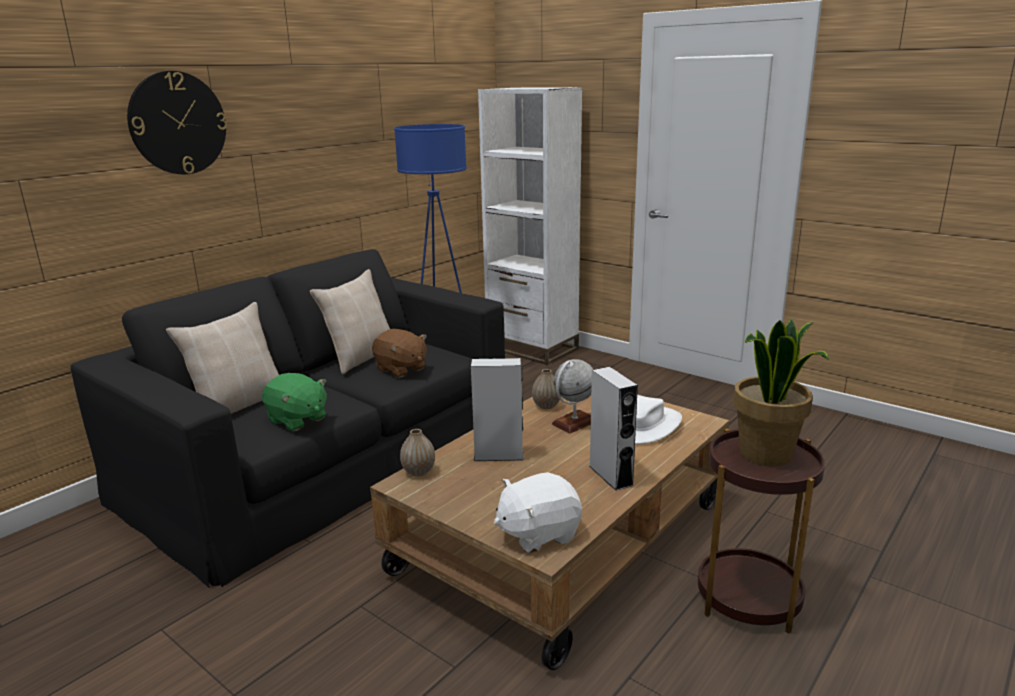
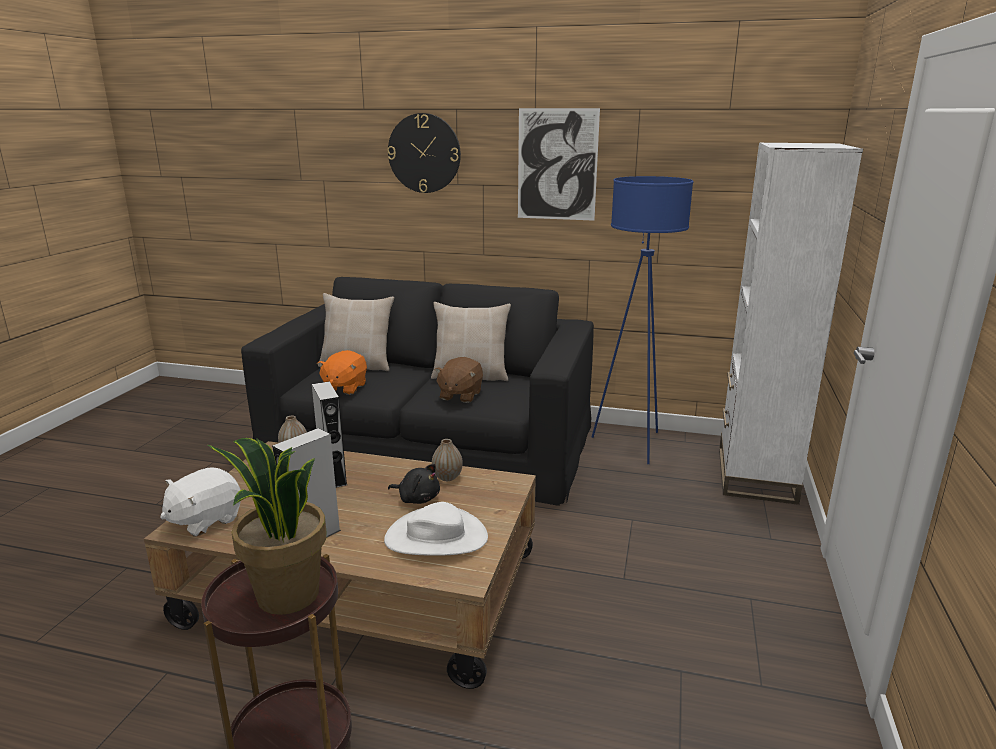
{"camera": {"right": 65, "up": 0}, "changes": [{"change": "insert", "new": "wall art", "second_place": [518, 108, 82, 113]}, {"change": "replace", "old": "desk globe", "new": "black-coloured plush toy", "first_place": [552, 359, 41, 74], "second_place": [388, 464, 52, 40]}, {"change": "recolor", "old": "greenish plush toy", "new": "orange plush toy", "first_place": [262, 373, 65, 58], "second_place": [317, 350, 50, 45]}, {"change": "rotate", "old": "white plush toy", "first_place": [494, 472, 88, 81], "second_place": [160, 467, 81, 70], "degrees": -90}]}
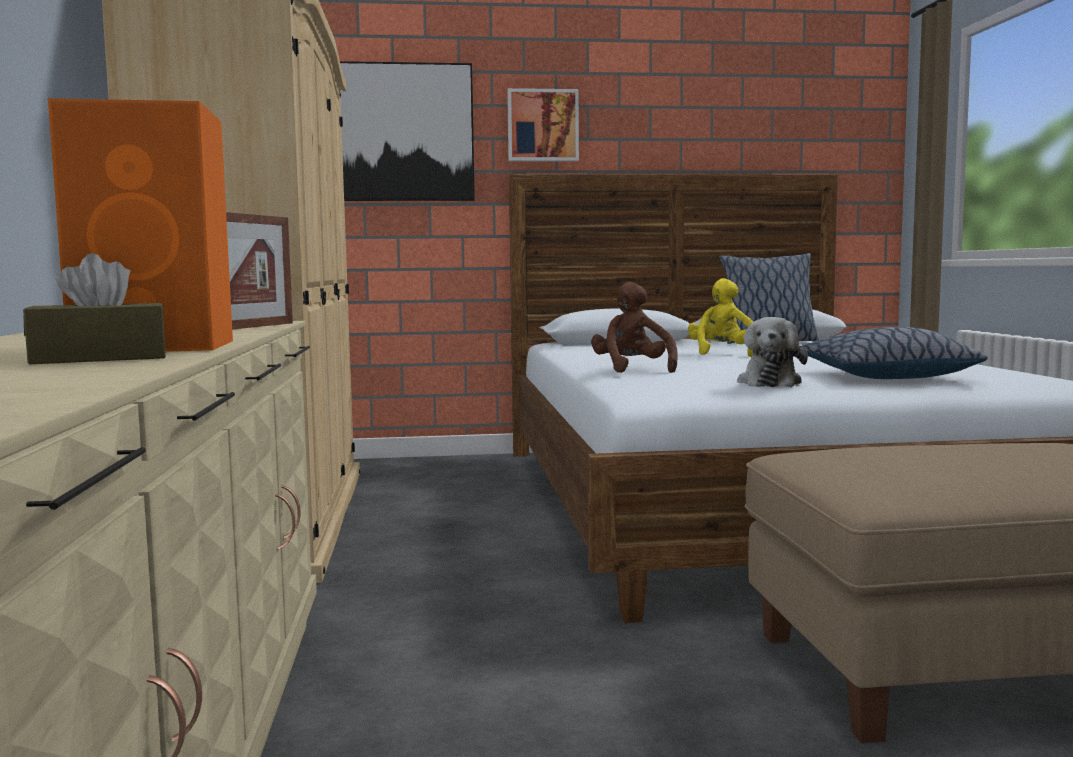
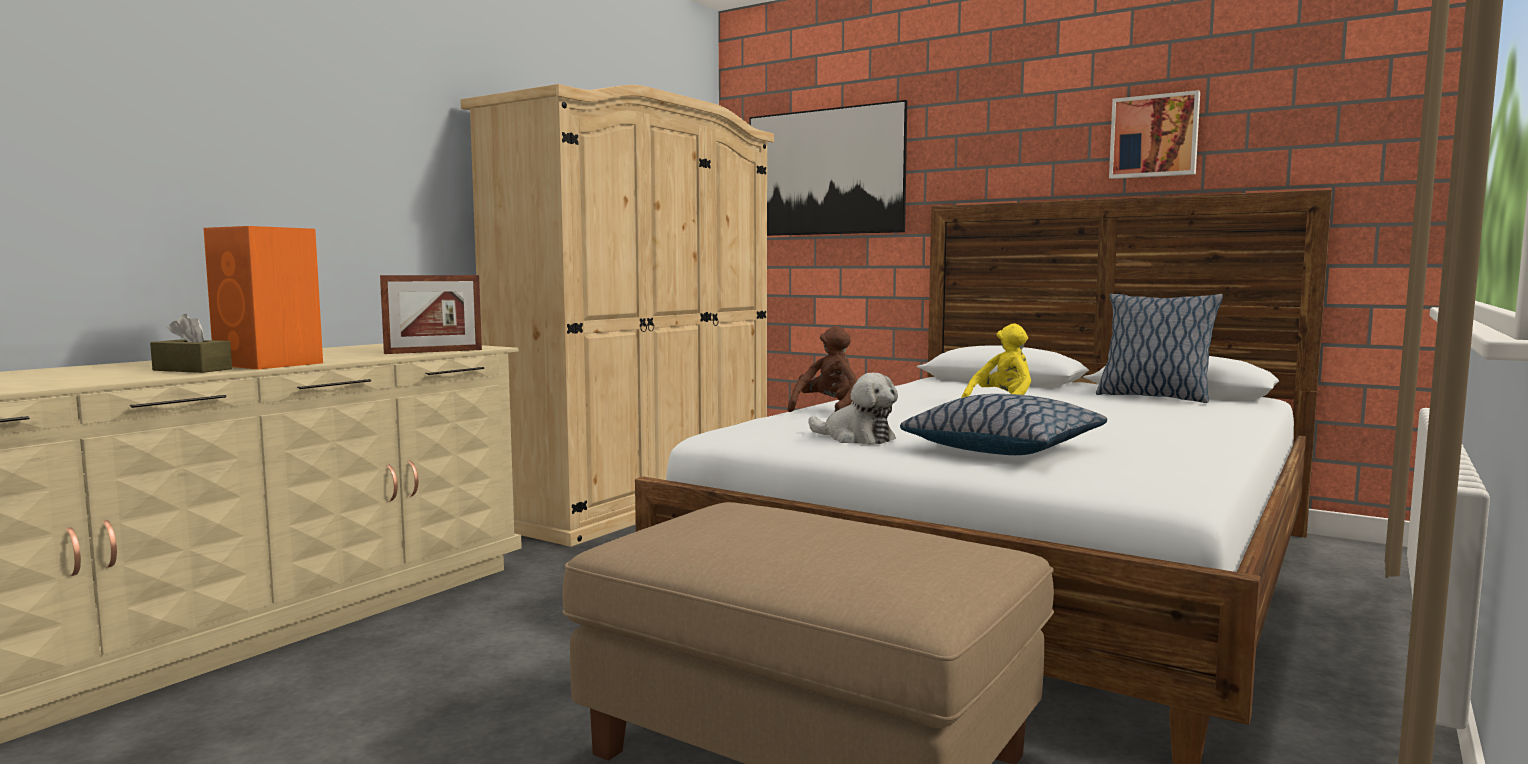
{"camera": {"right": 40, "up": 0}, "changes": [{"change": "move", "old": "wall art", "first_place": [507, 88, 72, 74], "second_place": [1109, 90, 91, 89]}, {"change": "rotate", "old": "plush toy", "first_place": [737, 317, 71, 70], "second_place": [808, 373, 90, 72], "degrees": -105}]}
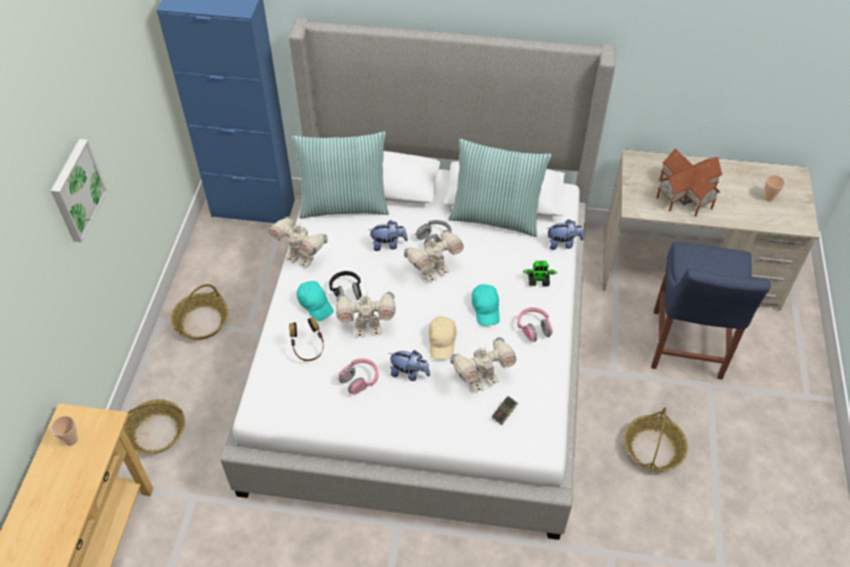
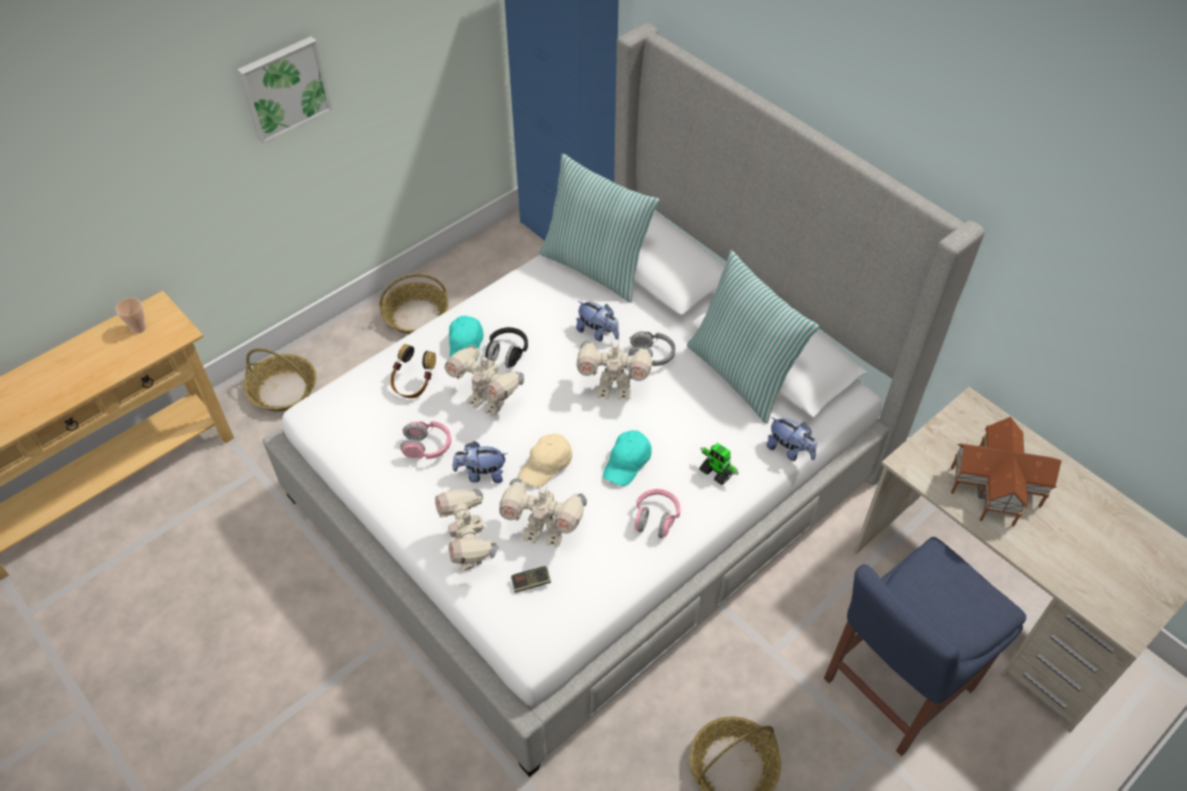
{"camera": {"right": 40, "up": 0}, "changes": [{"change": "delete", "old": "drinking cup", "first_place": [764, 175, 21, 27]}, {"change": "move", "old": "model robot", "first_place": [269, 216, 59, 52], "second_place": [435, 489, 64, 82]}, {"change": "rotate", "old": "plush toy", "first_place": [389, 350, 41, 31], "second_place": [453, 441, 54, 42], "degrees": 120}]}
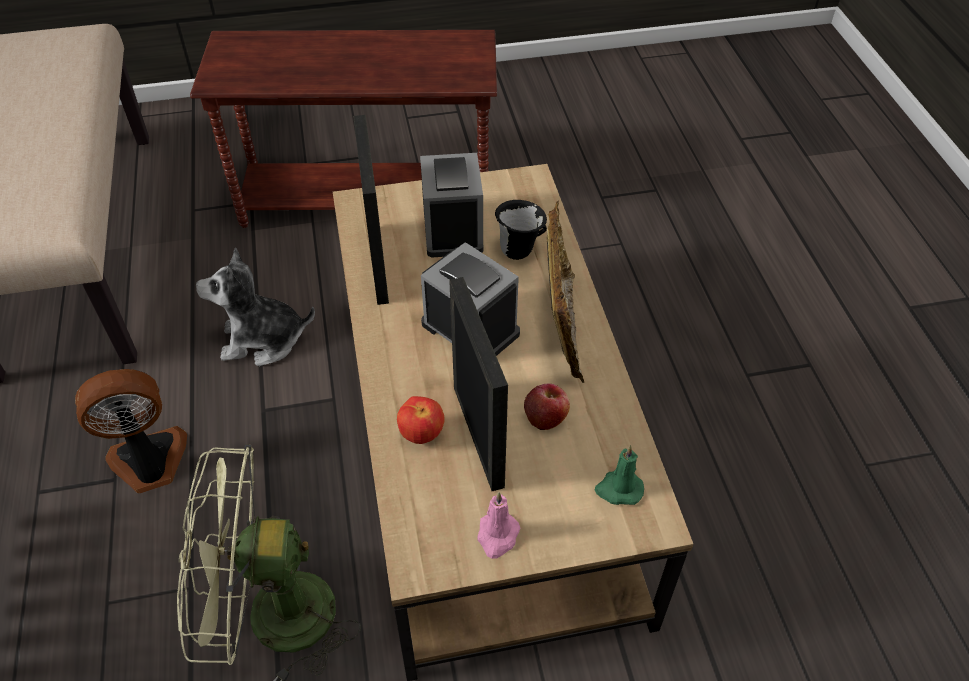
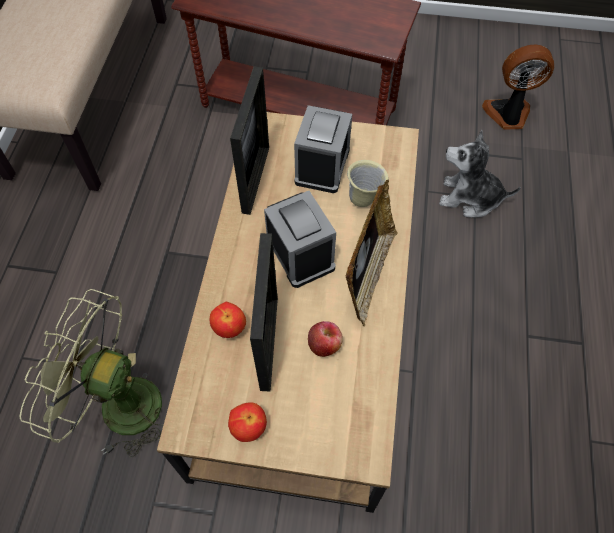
{"camera": {"right": 20, "up": 10}, "changes": [{"change": "delete", "old": "greenish wax light", "first_place": [595, 445, 49, 60]}, {"change": "move", "old": "cooling fan", "first_place": [75, 369, 112, 124], "second_place": [482, 44, 72, 86]}, {"change": "move", "old": "plush toy", "first_place": [196, 248, 119, 118], "second_place": [439, 130, 82, 87]}, {"change": "replace", "old": "pinkish wax light", "new": "apple fruit", "first_place": [478, 492, 43, 67], "second_place": [228, 402, 39, 40]}, {"change": "recolor", "old": "black-coloured tea mug", "new": "sand-coloured tea mug", "first_place": [495, 200, 52, 60], "second_place": [347, 160, 42, 47]}]}
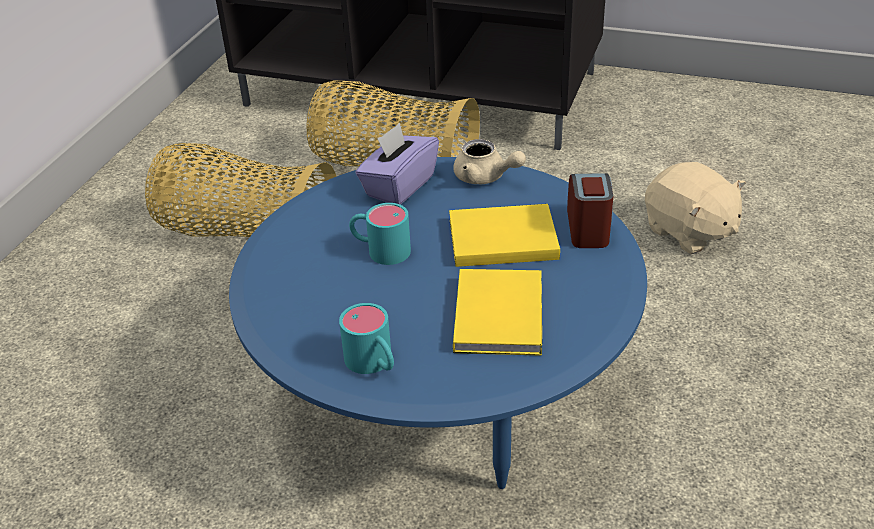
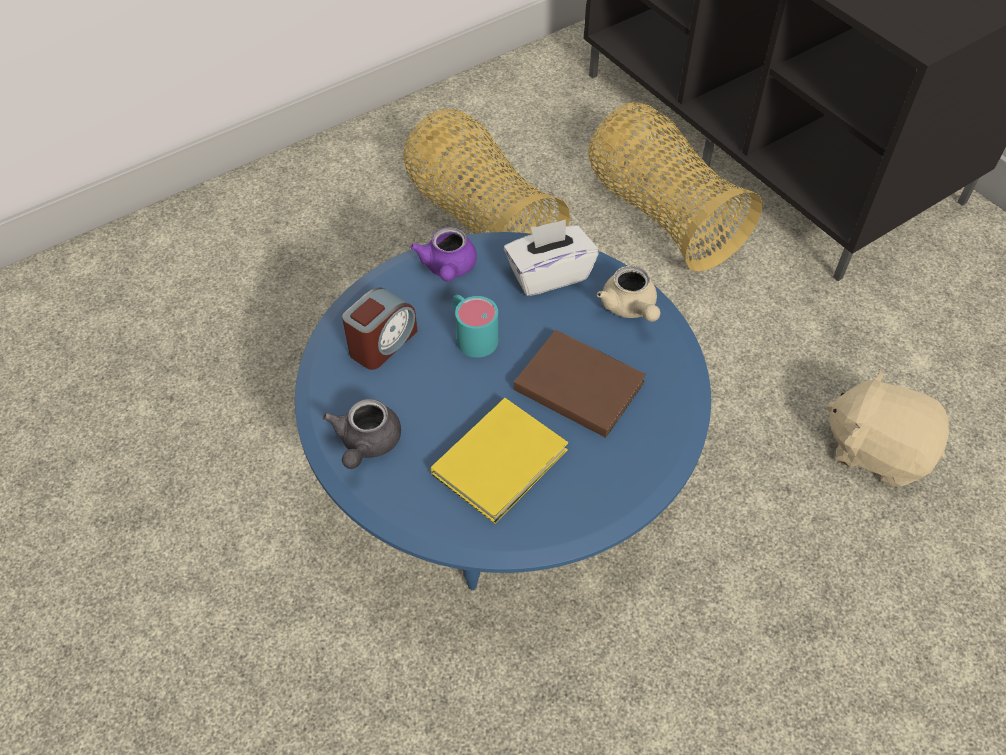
{"camera": {"right": 35, "up": 15}, "changes": [{"change": "insert", "new": "purplish teapot", "second_place": [410, 227, 67, 55]}, {"change": "move", "old": "alarm clock", "first_place": [567, 173, 46, 75], "second_place": [342, 287, 76, 83]}, {"change": "replace", "old": "turquoise tea mug", "new": "grey teapot", "first_place": [339, 303, 55, 71], "second_place": [323, 399, 78, 70]}, {"change": "recolor", "old": "purplish tissue box", "new": "white tissue box", "first_place": [356, 123, 83, 81], "second_place": [504, 219, 95, 77]}, {"change": "recolor", "old": "yellow book", "new": "brown-coloured book", "first_place": [449, 204, 111, 63], "second_place": [514, 330, 132, 108]}, {"change": "rotate", "old": "sand-coloured plush toy", "first_place": [645, 162, 101, 92], "second_place": [826, 369, 123, 118], "degrees": 120}]}
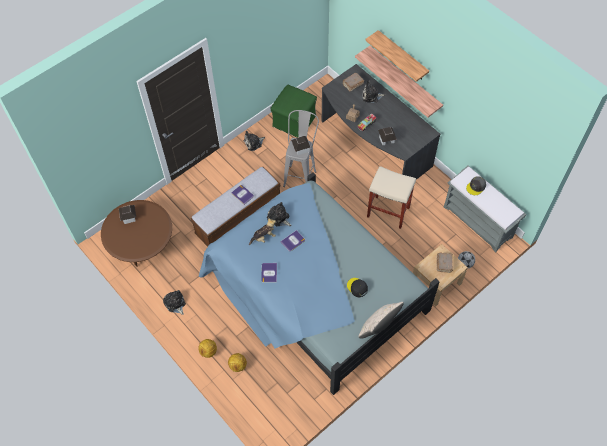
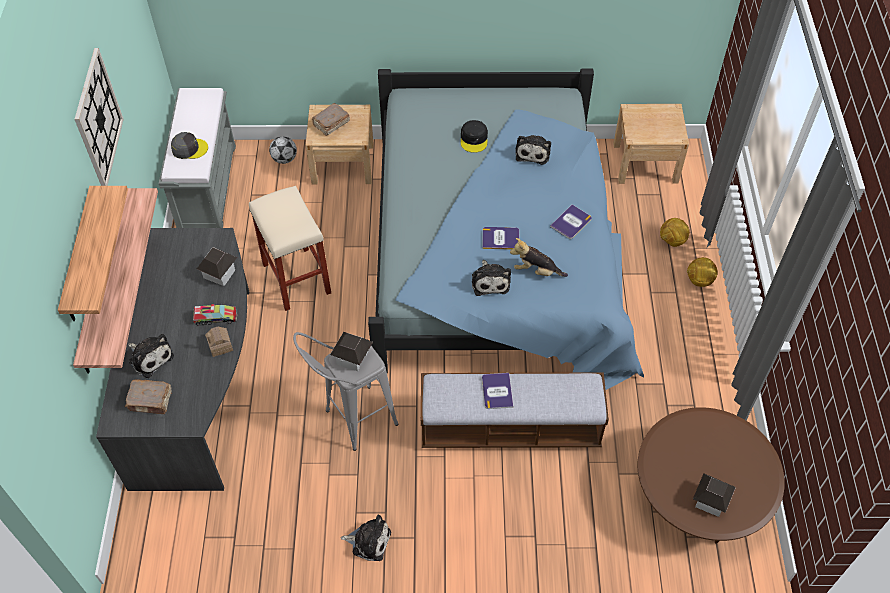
{"camera": {"right": -140, "up": -5}, "changes": [{"change": "delete", "old": "greenish pouffe", "first_place": [270, 85, 47, 53]}, {"change": "delete", "old": "sand-coloured pillow", "first_place": [358, 302, 46, 36]}, {"change": "insert", "new": "clock on the wall", "second_place": [74, 48, 50, 138]}, {"change": "insert", "new": "sand-coloured nightstand", "second_place": [613, 104, 76, 80]}, {"change": "move", "old": "plush toy", "first_place": [163, 290, 23, 25], "second_place": [515, 135, 36, 30]}]}
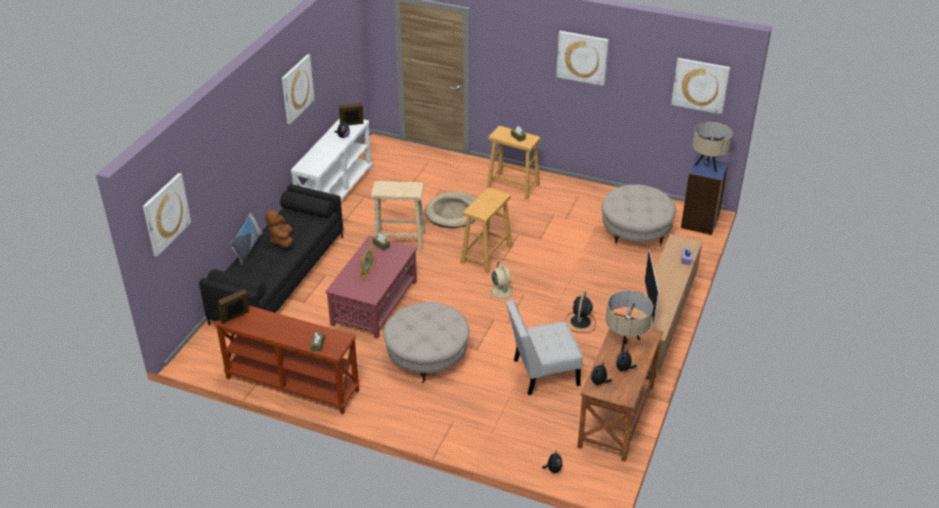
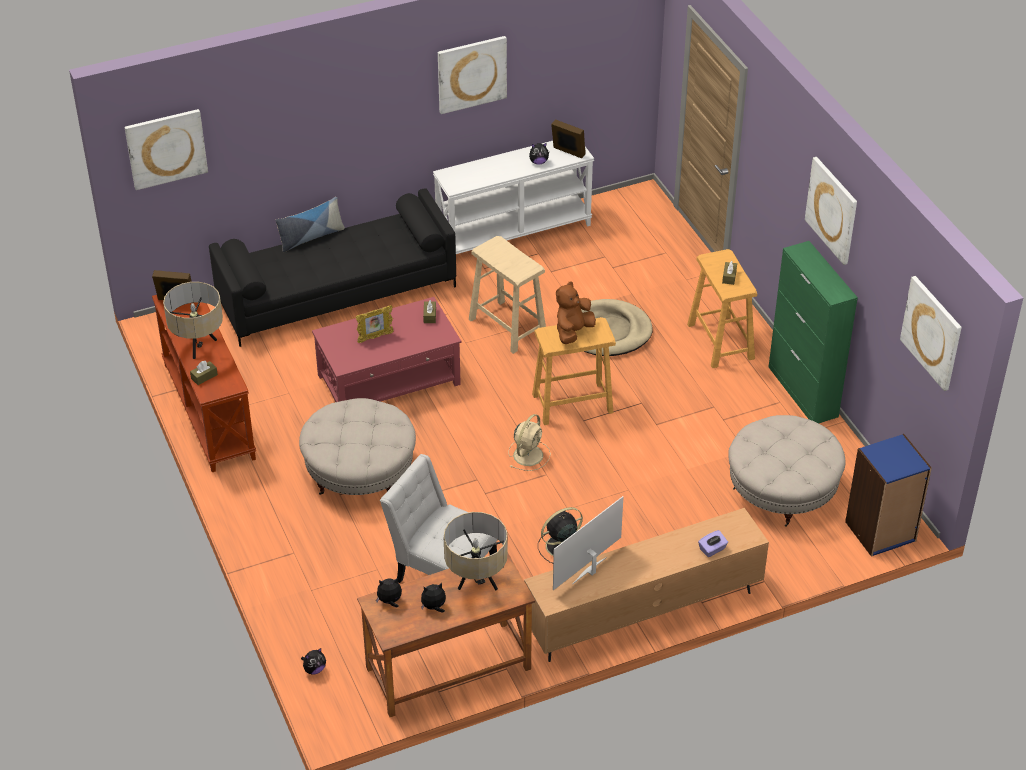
{"camera": {"right": 45, "up": 5}, "changes": [{"change": "insert", "new": "greenish storage cabinet", "second_place": [769, 241, 89, 182]}, {"change": "move", "old": "brown-coloured plush toy", "first_place": [265, 208, 28, 40], "second_place": [556, 281, 40, 63]}, {"change": "move", "old": "sand-coloured table lamp", "first_place": [693, 122, 39, 50], "second_place": [163, 282, 60, 77]}]}
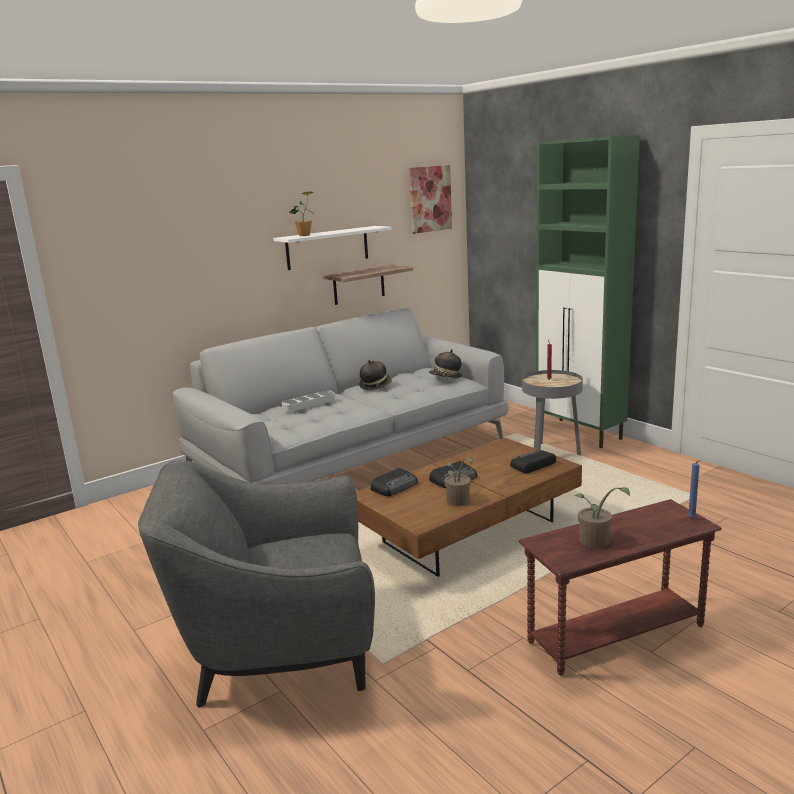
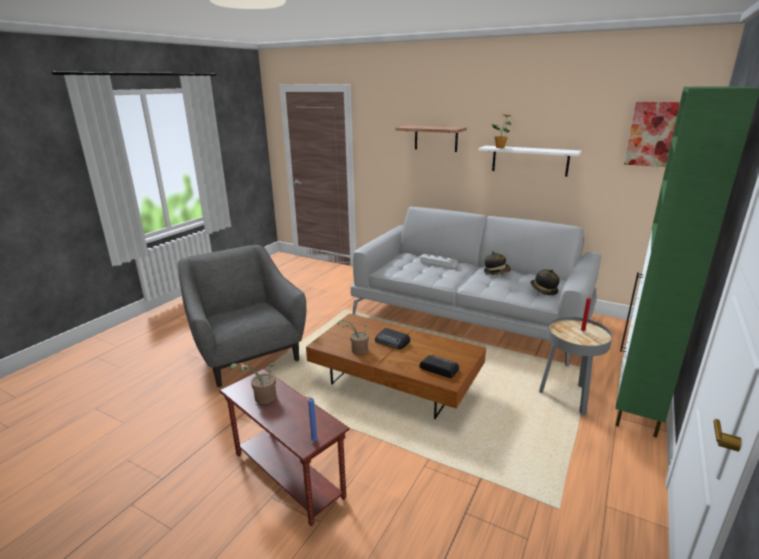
{"camera": {"right": 65, "up": 5}, "changes": [{"change": "delete", "old": "radio", "first_place": [370, 468, 48, 28]}, {"change": "move", "old": "bracket shelf", "first_place": [322, 264, 91, 41], "second_place": [396, 125, 71, 27]}]}
